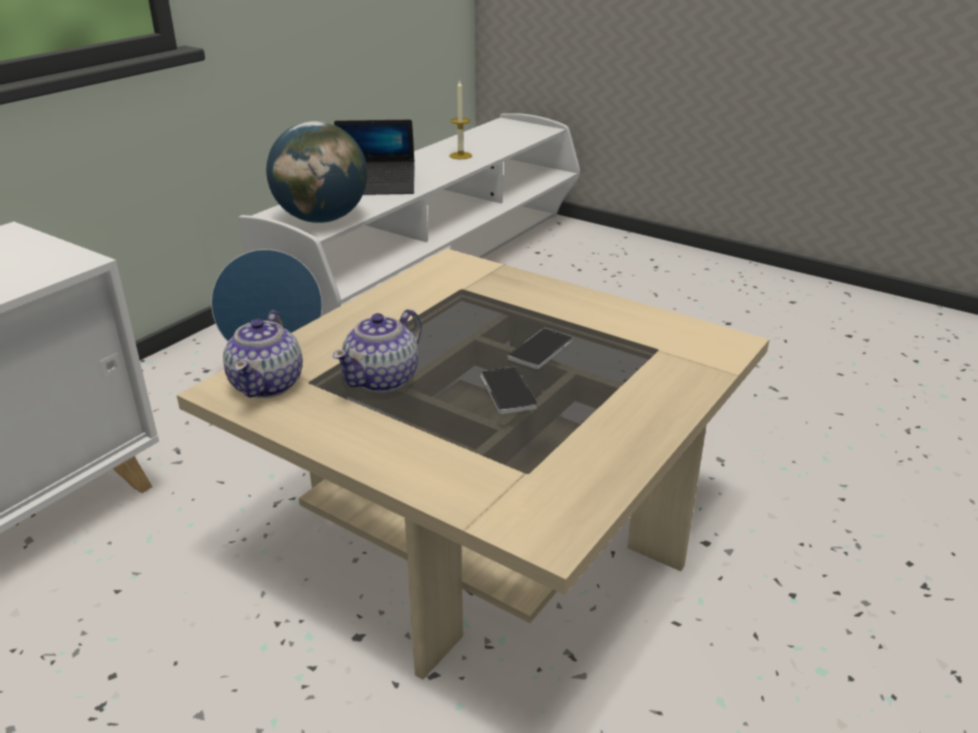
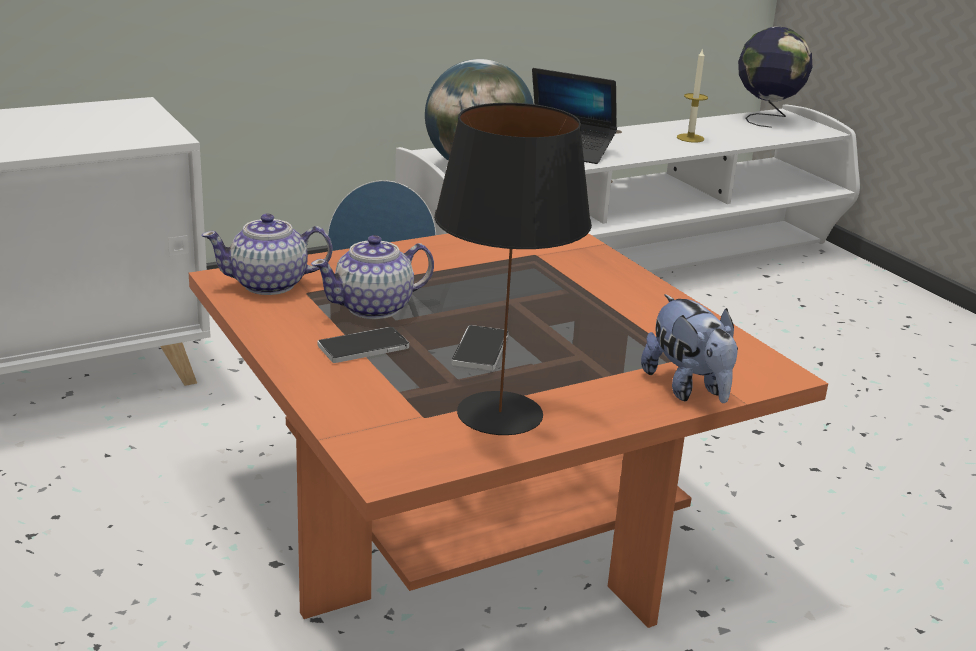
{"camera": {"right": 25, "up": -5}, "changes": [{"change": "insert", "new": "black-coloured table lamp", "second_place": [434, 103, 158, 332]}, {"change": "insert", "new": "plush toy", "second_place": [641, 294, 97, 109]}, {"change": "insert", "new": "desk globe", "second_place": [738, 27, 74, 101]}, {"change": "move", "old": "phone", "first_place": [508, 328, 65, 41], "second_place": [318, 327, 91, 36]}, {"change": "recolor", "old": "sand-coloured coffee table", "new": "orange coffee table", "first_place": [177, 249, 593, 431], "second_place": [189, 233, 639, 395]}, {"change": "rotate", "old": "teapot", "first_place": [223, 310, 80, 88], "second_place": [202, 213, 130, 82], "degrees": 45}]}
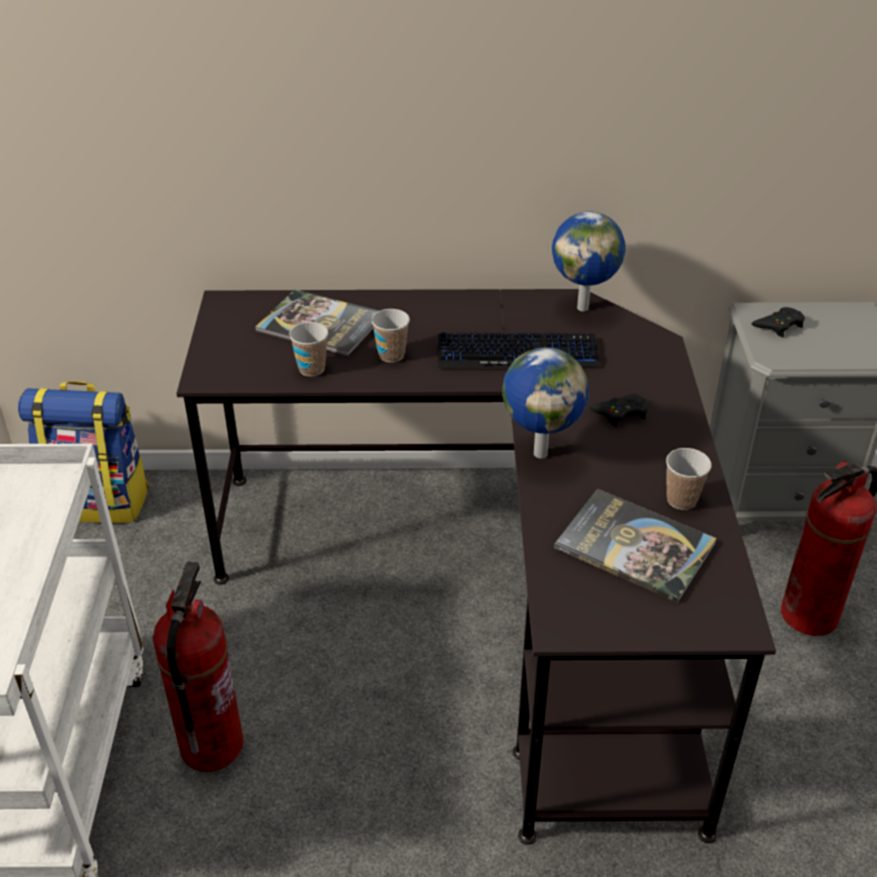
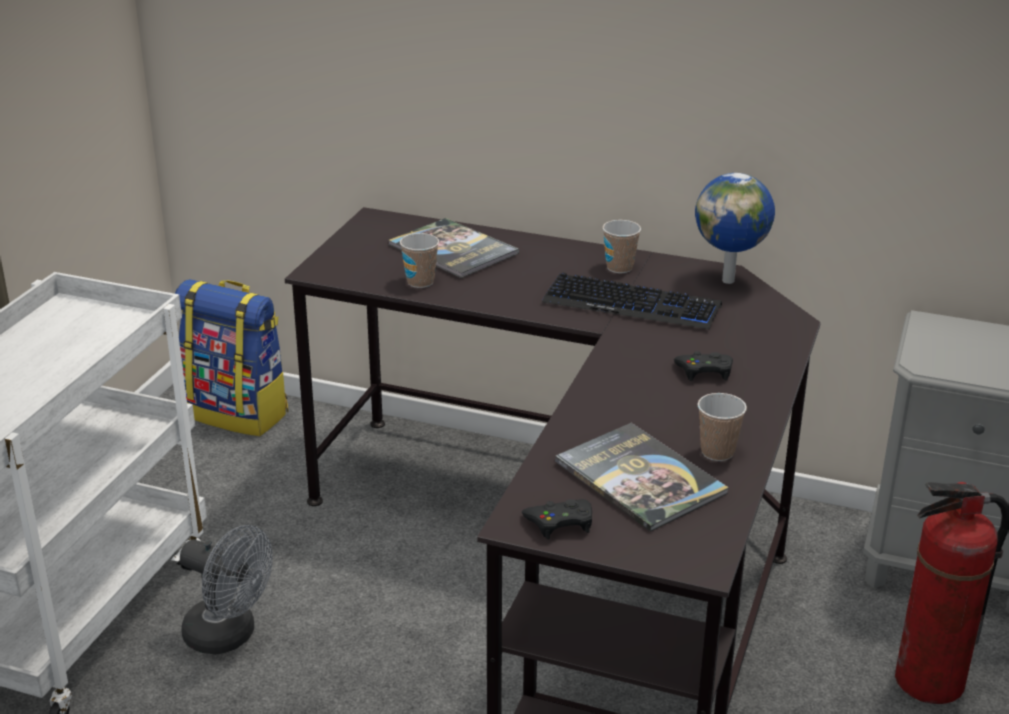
{"camera": {"right": 20, "up": -10}, "changes": [{"change": "delete", "old": "desk globe", "first_place": [502, 347, 87, 112]}, {"change": "move", "old": "drinking cup", "first_place": [371, 309, 39, 53], "second_place": [603, 220, 38, 53]}, {"change": "move", "old": "black-coloured joypad", "first_place": [752, 307, 53, 30], "second_place": [522, 499, 70, 40]}, {"change": "replace", "old": "fire extinguisher", "new": "grey cooling fan", "first_place": [153, 561, 91, 211], "second_place": [180, 525, 93, 130]}]}
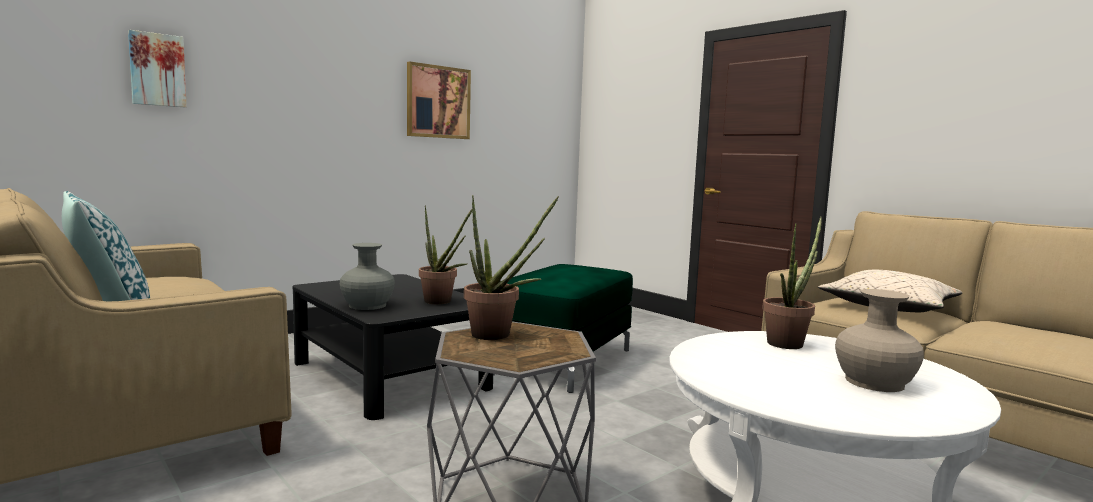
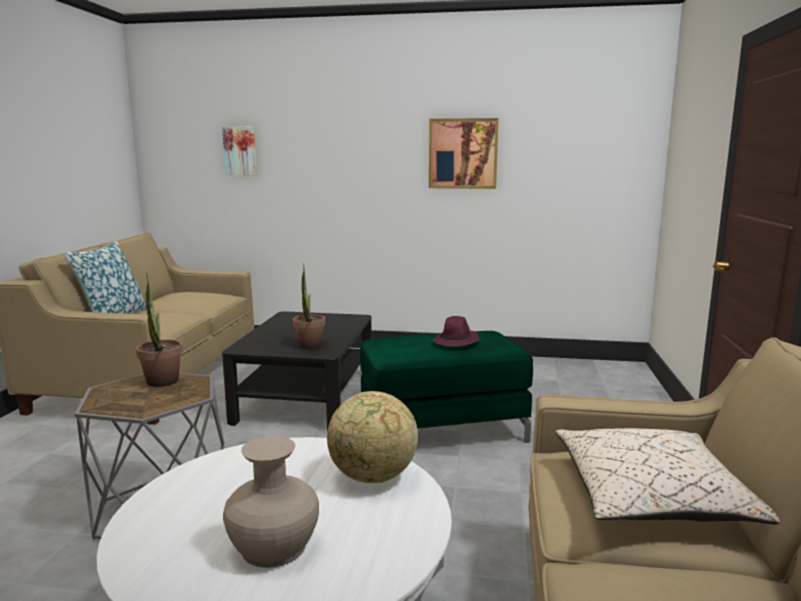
{"camera": {"right": 50, "up": 5}, "changes": [{"change": "delete", "old": "grey flower vase", "first_place": [340, 243, 55, 67]}, {"change": "insert", "new": "purplish hat", "second_place": [432, 316, 48, 31]}, {"change": "replace", "old": "houseplant", "new": "desk globe", "first_place": [762, 216, 60, 133], "second_place": [327, 391, 91, 92]}]}
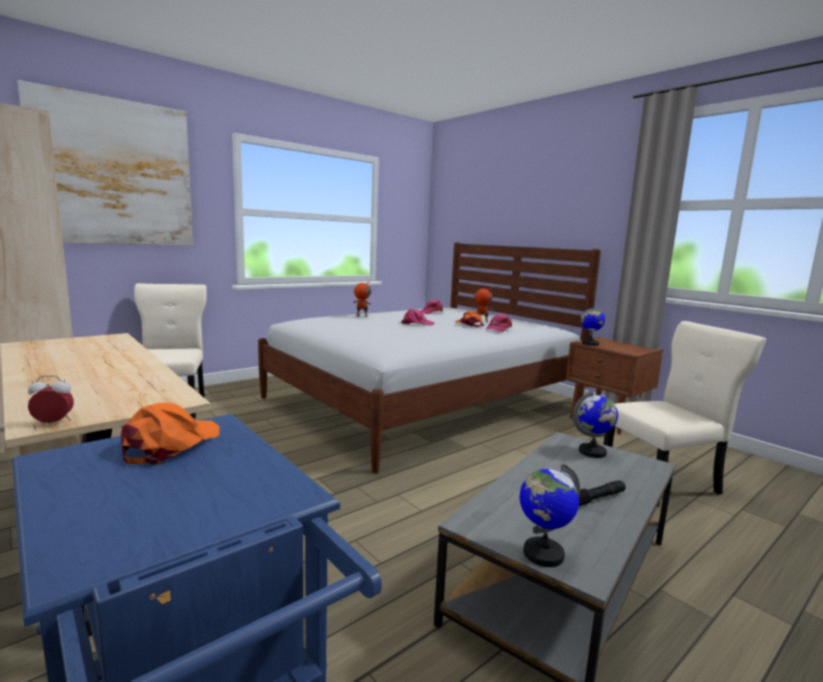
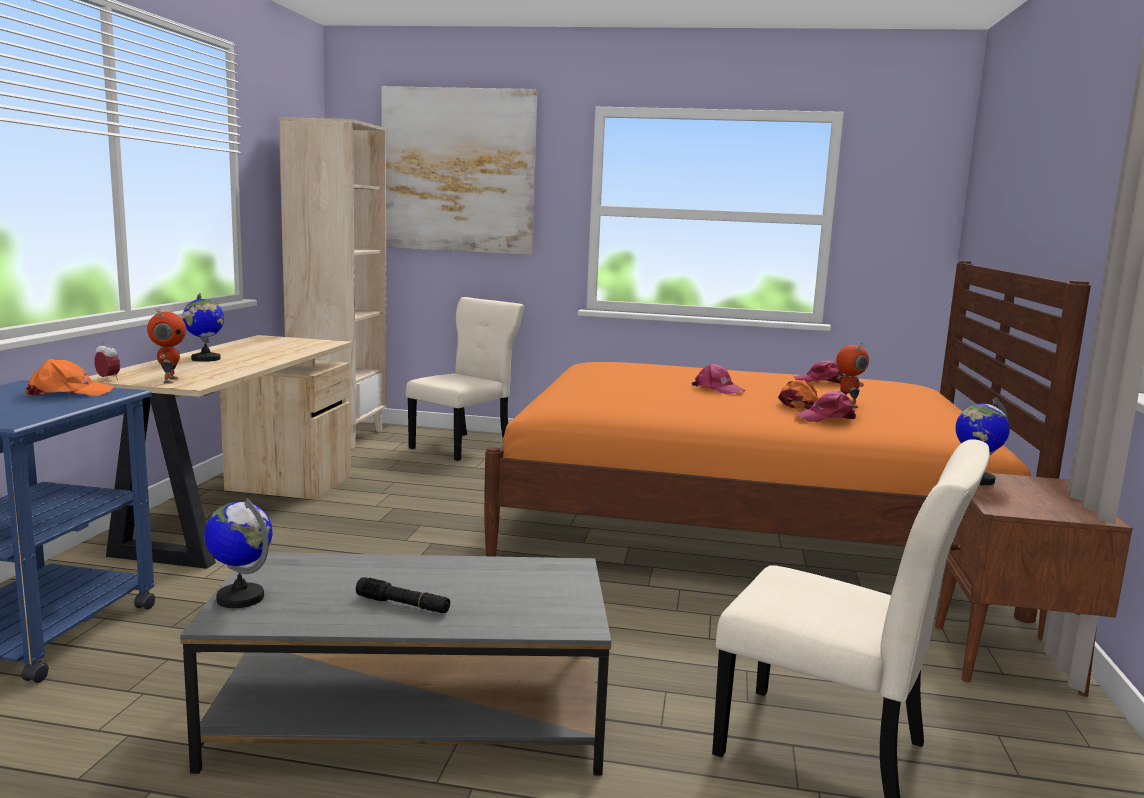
{"camera": {"right": 50, "up": 0}, "changes": [{"change": "move", "old": "model robot", "first_place": [353, 281, 18, 36], "second_place": [147, 309, 39, 75]}, {"change": "move", "old": "desk globe", "first_place": [573, 391, 45, 67], "second_place": [182, 293, 42, 69]}, {"change": "recolor", "old": "white sleeping bed", "new": "orange sleeping bed", "first_place": [258, 242, 343, 231], "second_place": [484, 261, 607, 362]}]}
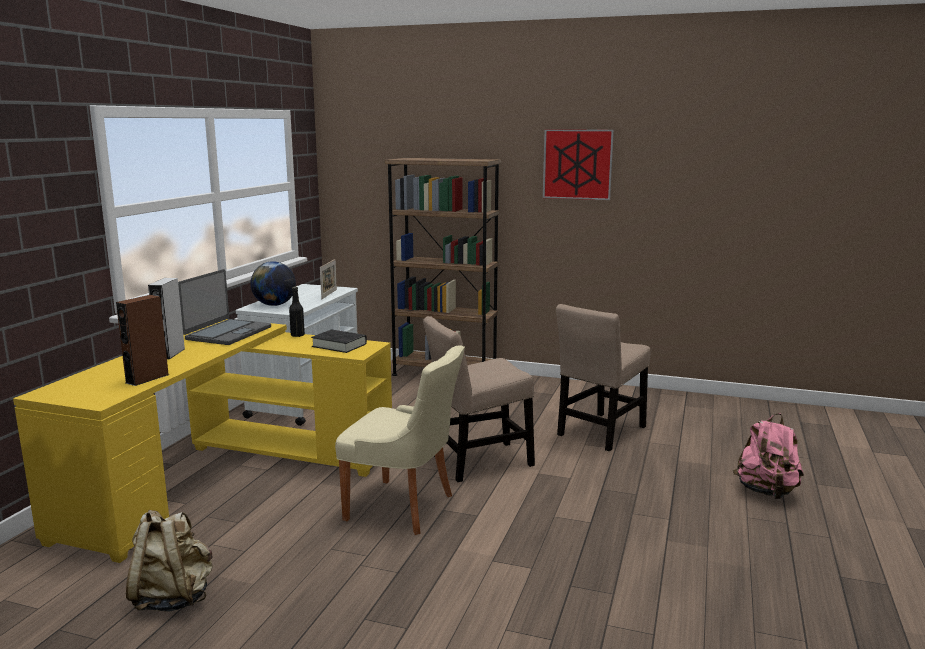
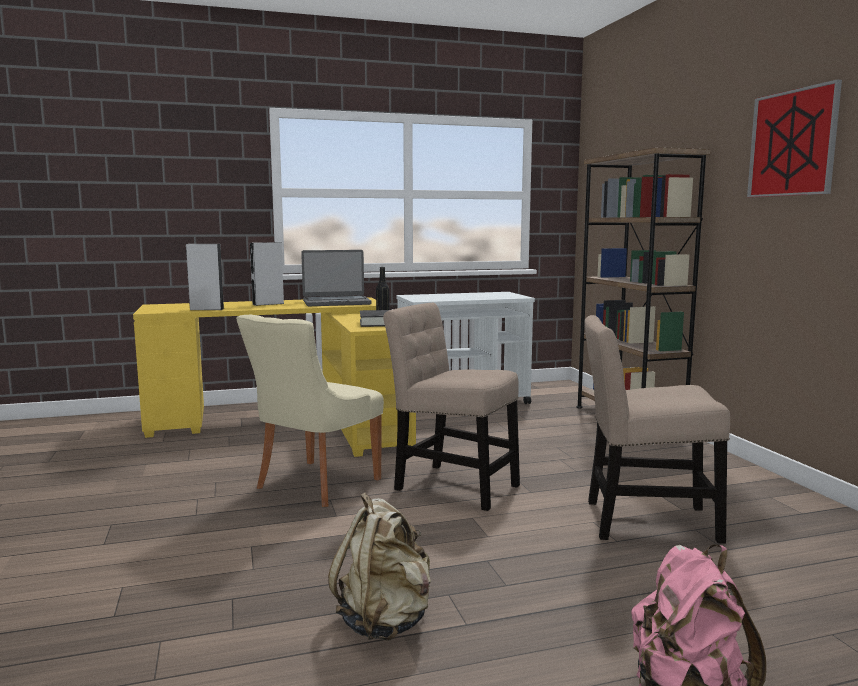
{"camera": {"right": 55, "up": -5}, "changes": [{"change": "delete", "old": "desk globe", "first_place": [250, 261, 46, 45]}, {"change": "delete", "old": "standing frame", "first_place": [320, 259, 17, 40]}, {"change": "move", "old": "sand-coloured knapsack", "first_place": [126, 510, 87, 101], "second_place": [328, 492, 103, 149]}, {"change": "recolor", "old": "brown-coloured speaker", "new": "grey speaker", "first_place": [116, 295, 53, 91], "second_place": [186, 244, 38, 66]}, {"change": "rotate", "old": "sand-coloured plain chair", "first_place": [335, 346, 130, 189], "second_place": [236, 315, 148, 192], "degrees": 45}]}
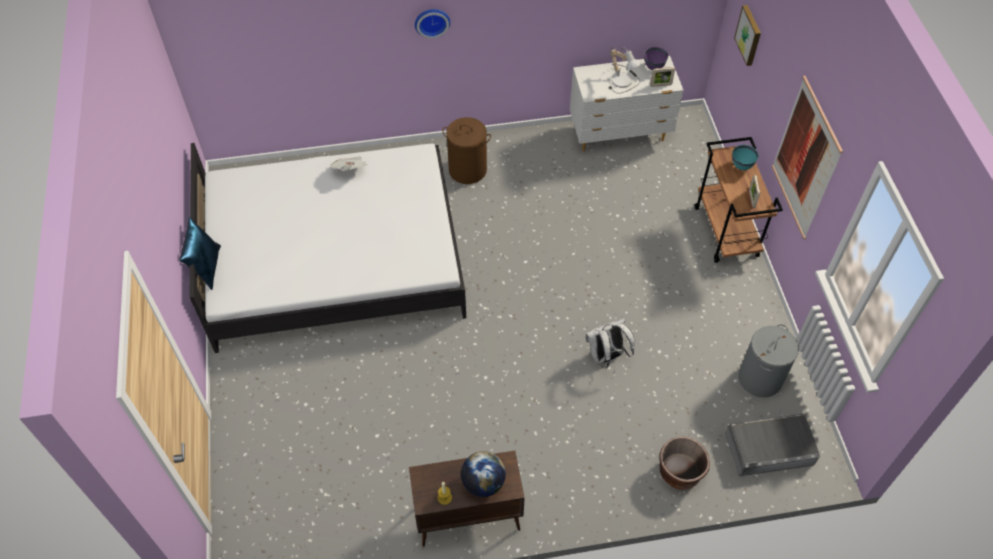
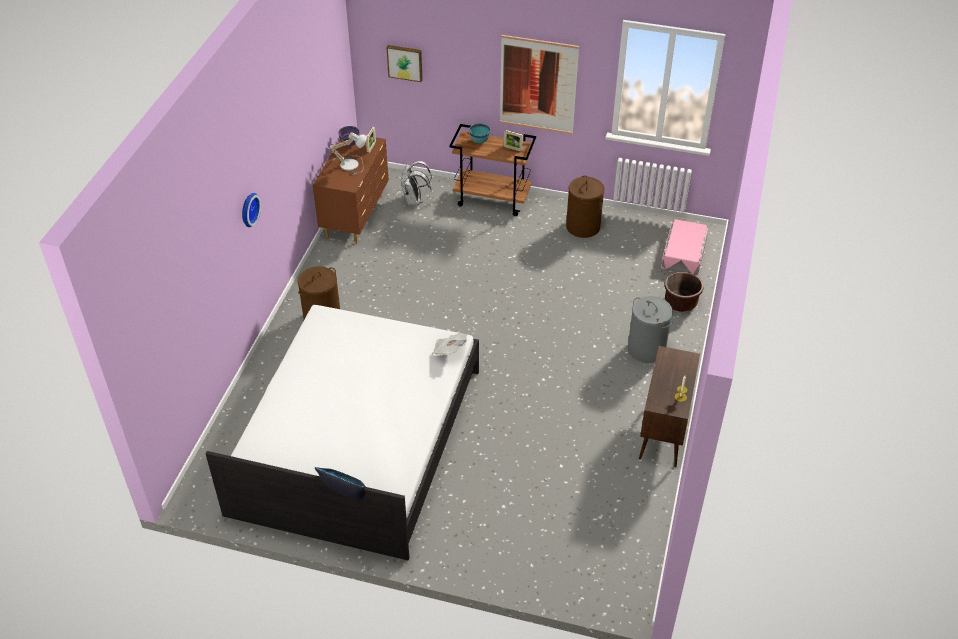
{"camera": {"right": -65, "up": -10}, "changes": [{"change": "delete", "old": "desk globe", "first_place": [461, 451, 45, 46]}, {"change": "insert", "new": "brown-coloured hamper", "second_place": [566, 176, 38, 62]}, {"change": "move", "old": "printed paper", "first_place": [330, 156, 37, 15], "second_place": [432, 333, 35, 22]}, {"change": "move", "old": "white knapsack", "first_place": [586, 318, 49, 51], "second_place": [401, 161, 31, 44]}, {"change": "move", "old": "grey hamper", "first_place": [738, 324, 61, 74], "second_place": [627, 296, 46, 67]}, {"change": "recolor", "old": "white drawer chest", "new": "brown-coloured drawer chest", "first_place": [570, 56, 113, 95], "second_place": [312, 137, 77, 107]}, {"change": "recolor", "old": "grey storage box", "new": "pinkish storage box", "first_place": [725, 414, 95, 62], "second_place": [661, 219, 48, 56]}]}
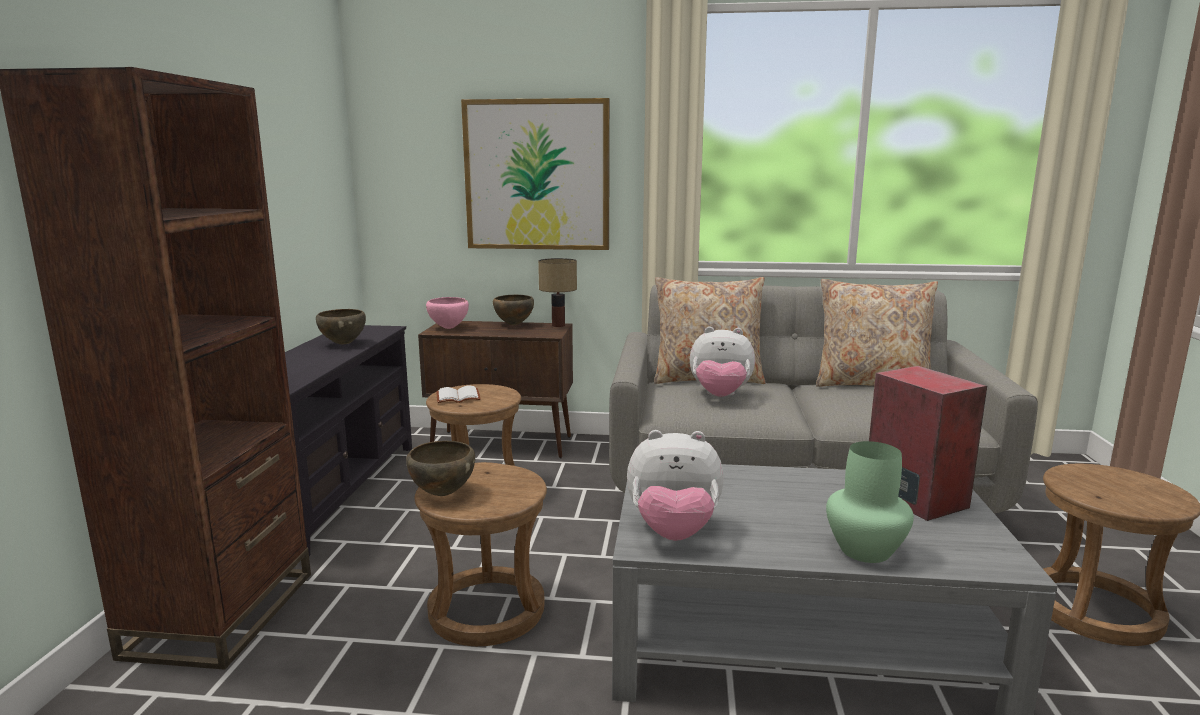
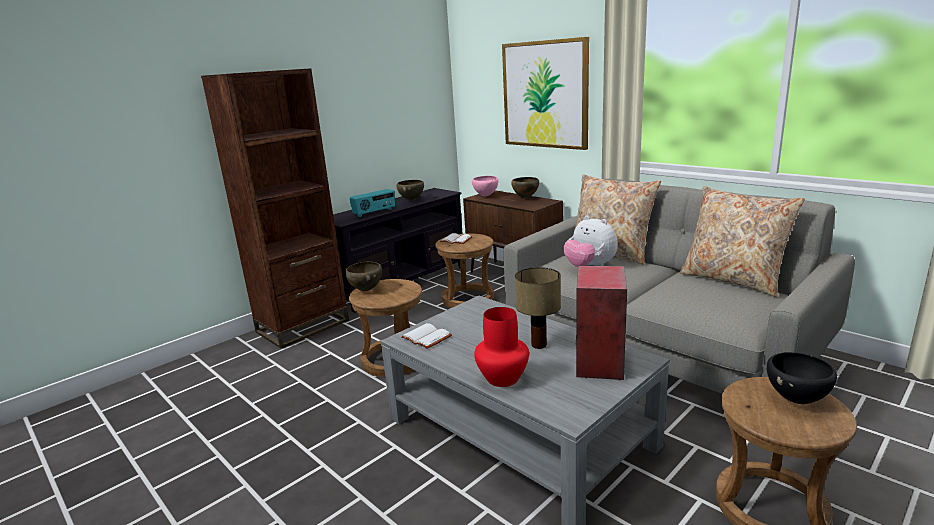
{"camera": {"right": 40, "up": 5}, "changes": [{"change": "insert", "new": "radio", "second_place": [349, 189, 46, 28]}, {"change": "insert", "new": "black-coloured bowl", "second_place": [767, 352, 70, 52]}, {"change": "move", "old": "table lamp", "first_place": [538, 258, 39, 69], "second_place": [515, 267, 46, 82]}, {"change": "replace", "old": "plush toy", "new": "white book", "first_place": [627, 430, 97, 111], "second_place": [401, 323, 51, 26]}, {"change": "recolor", "old": "greenish flower vase", "new": "reddish flower vase", "first_place": [826, 441, 88, 122], "second_place": [474, 307, 55, 80]}]}
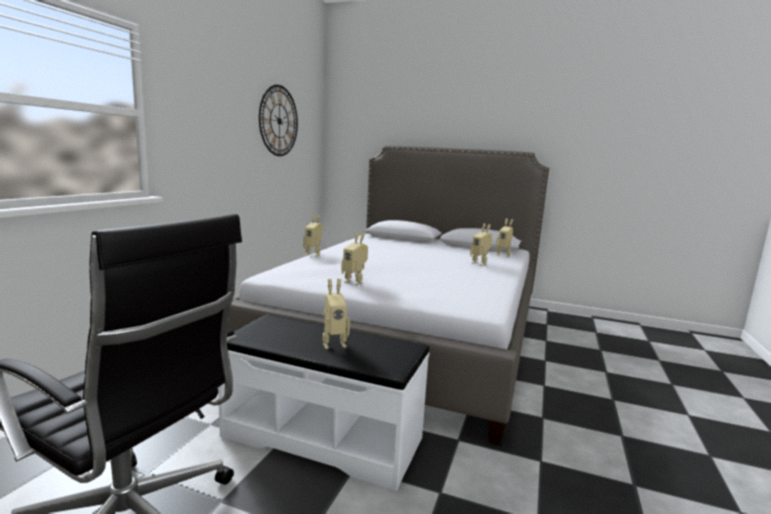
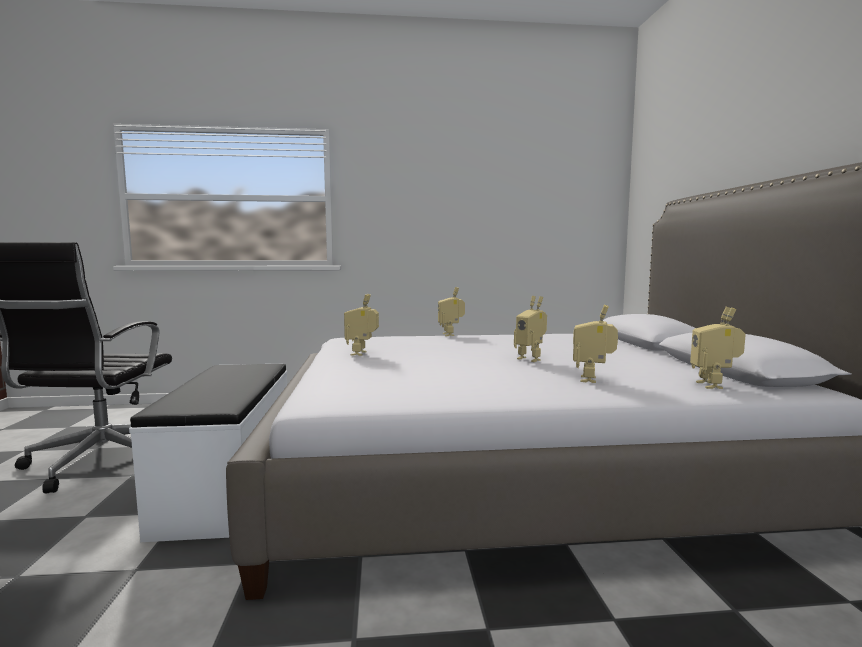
{"camera": {"right": 65, "up": -5}, "changes": [{"change": "delete", "old": "clock on the wall", "first_place": [259, 85, 39, 71]}, {"change": "move", "old": "model robot", "first_place": [323, 279, 27, 70], "second_place": [514, 296, 33, 66]}]}
